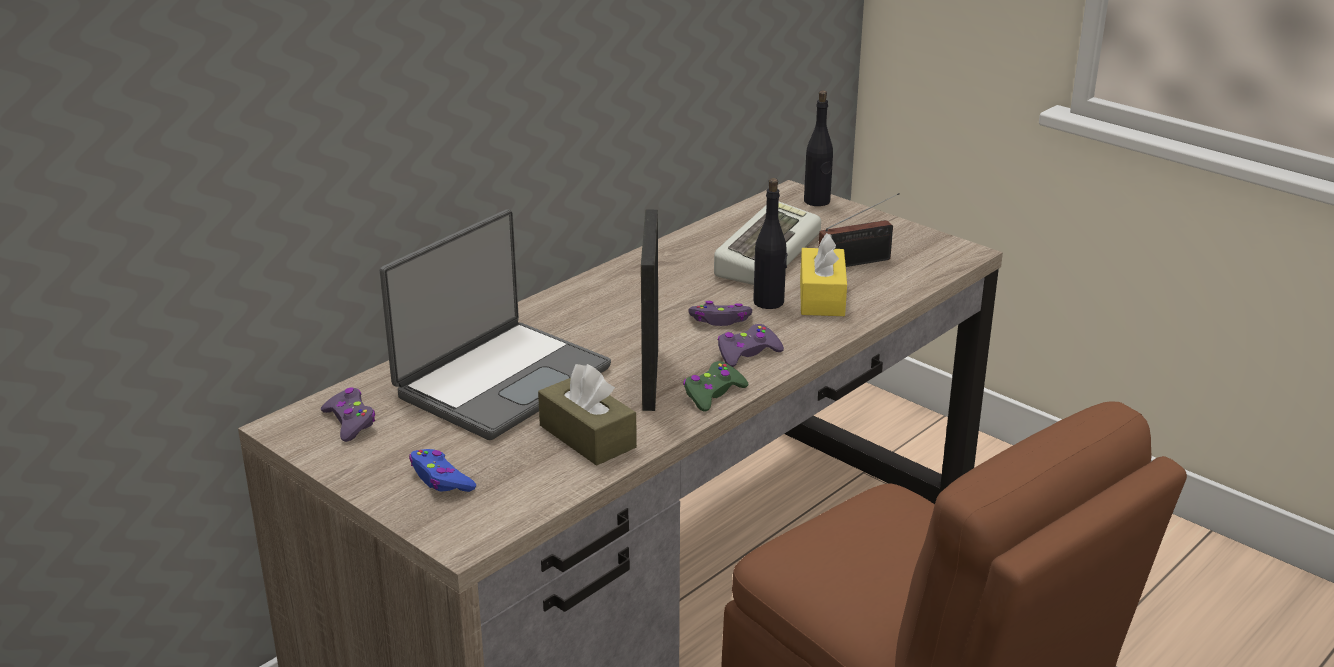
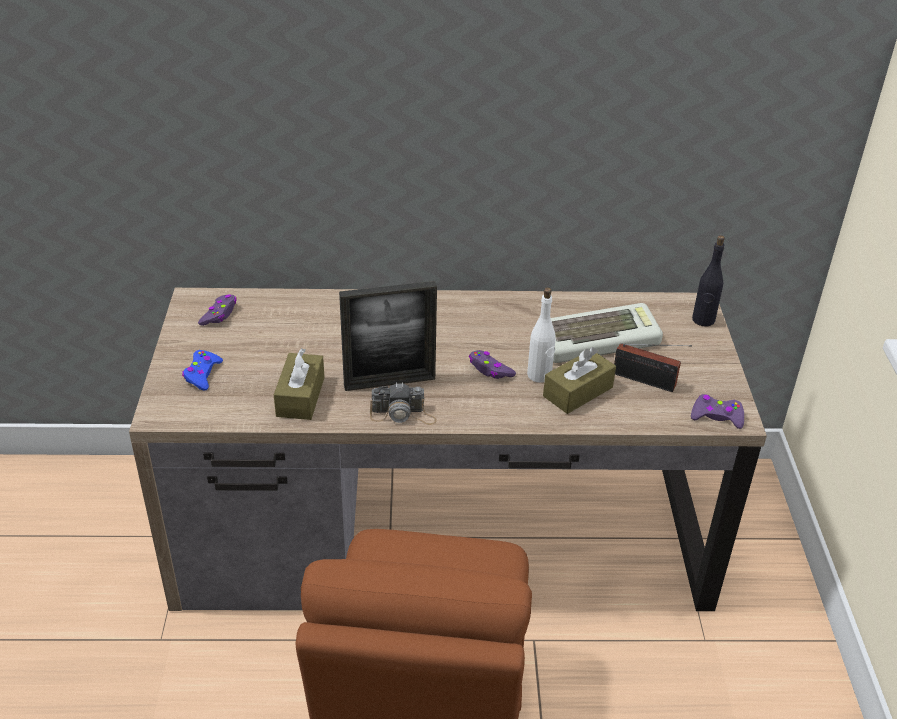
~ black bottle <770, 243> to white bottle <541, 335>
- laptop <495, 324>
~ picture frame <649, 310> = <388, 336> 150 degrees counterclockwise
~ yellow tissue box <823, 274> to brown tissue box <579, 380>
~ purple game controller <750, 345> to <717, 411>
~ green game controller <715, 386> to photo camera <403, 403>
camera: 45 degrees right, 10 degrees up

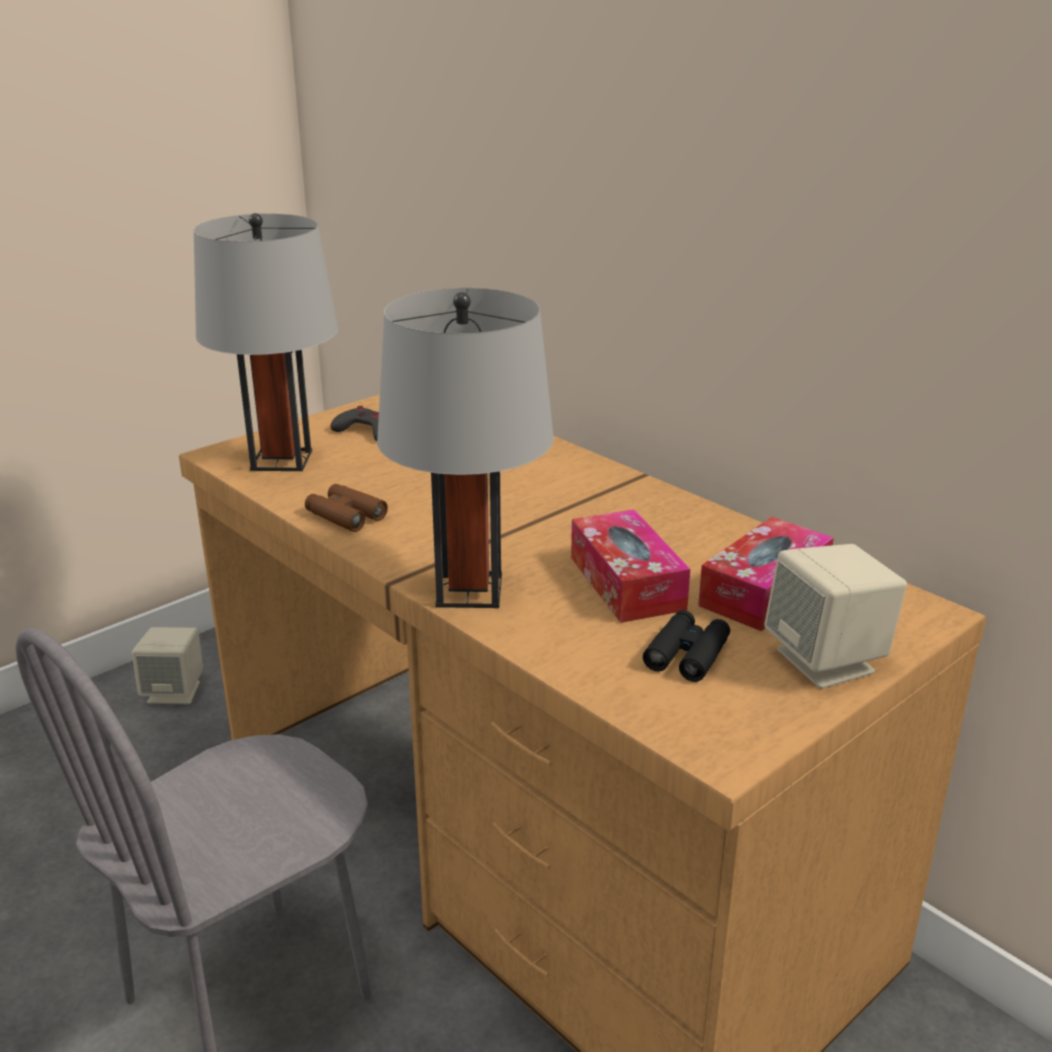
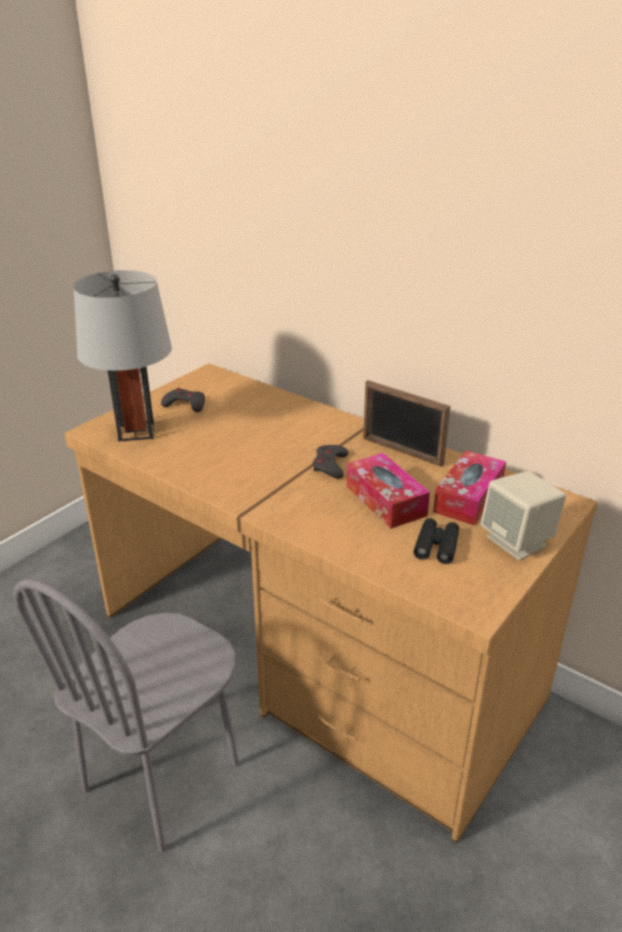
- grey table lamp <465, 448>
- brown binoculars <346, 508>
- beige speaker <167, 665>
+ picture frame <406, 423>
+ grey game controller <330, 462>
camera: 10 degrees left, 5 degrees up

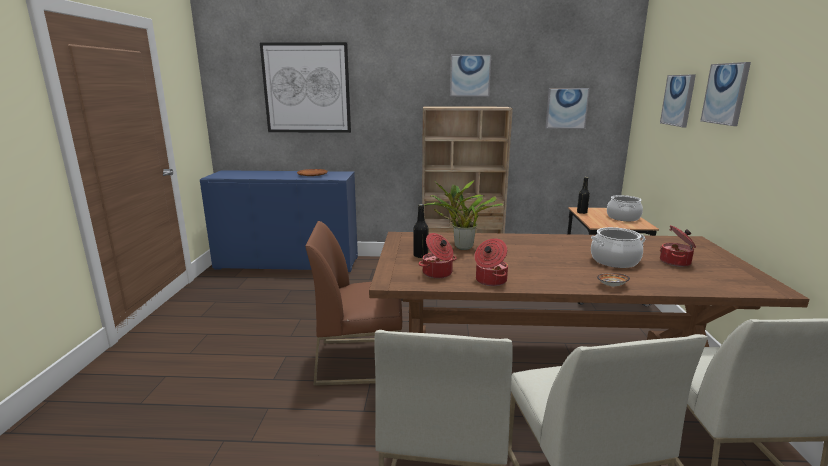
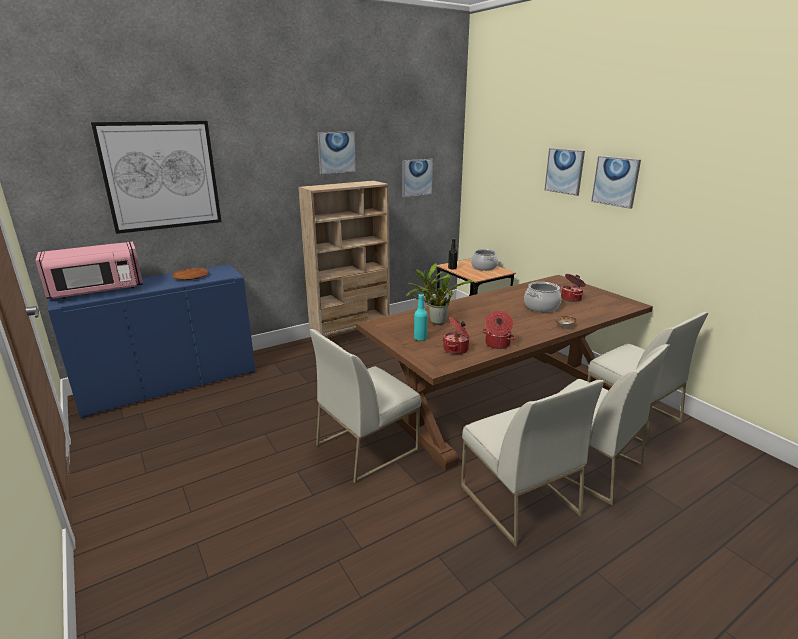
~ picture <678, 100> to <616, 182>
~ black bottle <420, 231> to turquoise bottle <421, 317>
~ brown chair <353, 303> to white chair <365, 406>
+ pink microwave <89, 270>
camera: 35 degrees left, 5 degrees up

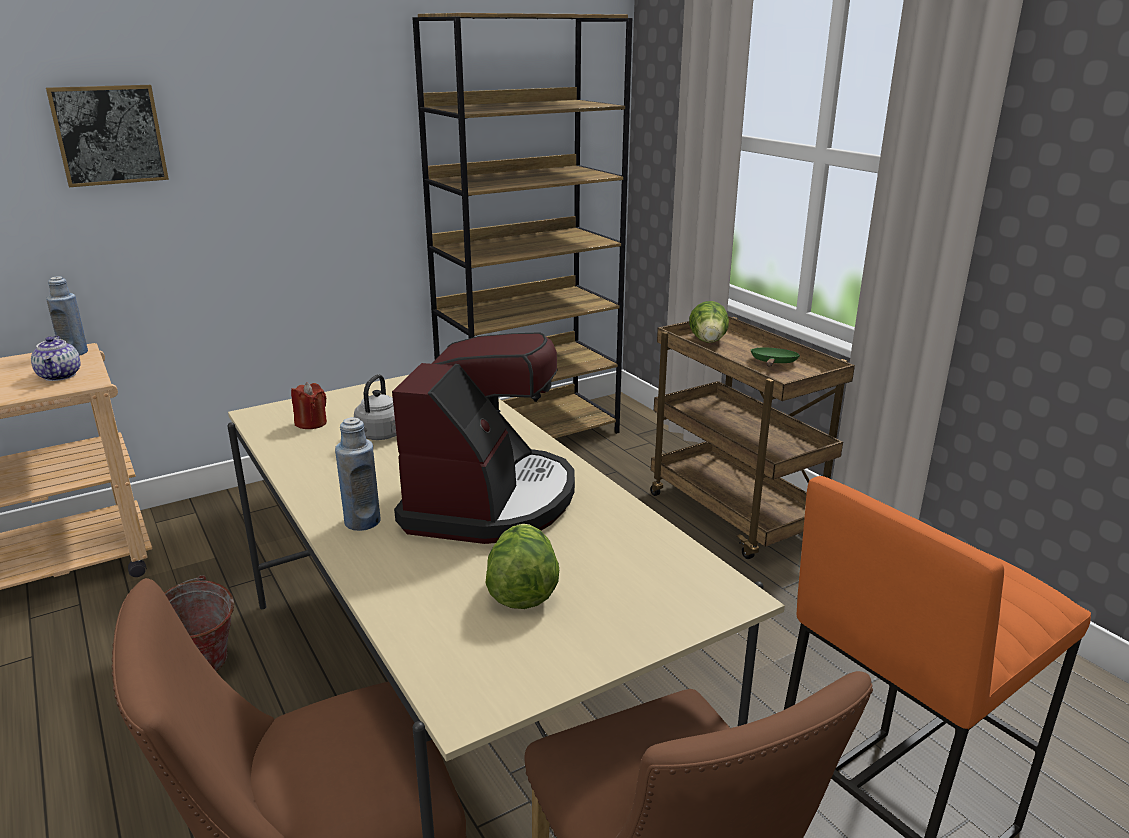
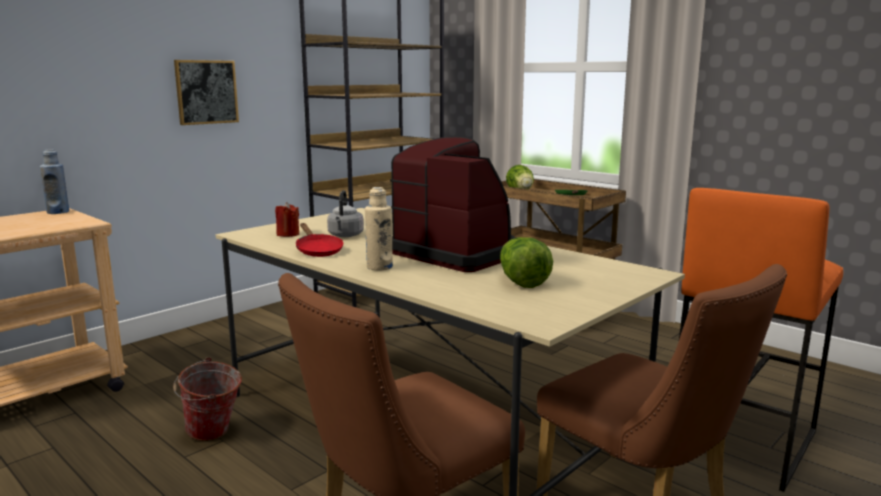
~ picture <107, 136> to <206, 92>
~ coffee machine <483, 438> = <453, 204> 45 degrees counterclockwise
- teapot <56, 358>
~ blue bottle <358, 474> to beige bottle <379, 229>
+ red frying pan <319, 240>
camera: 15 degrees left, 10 degrees down

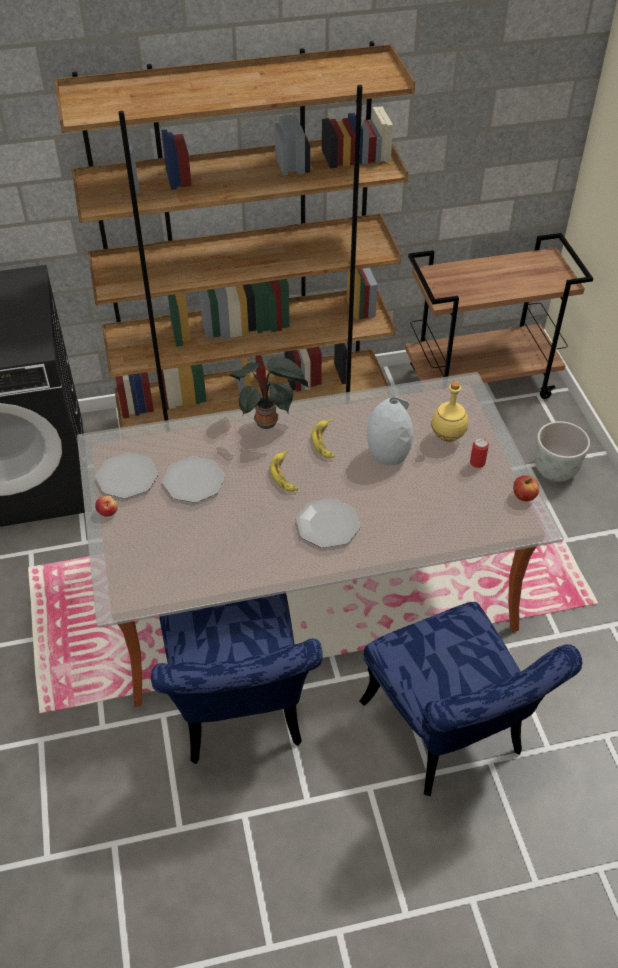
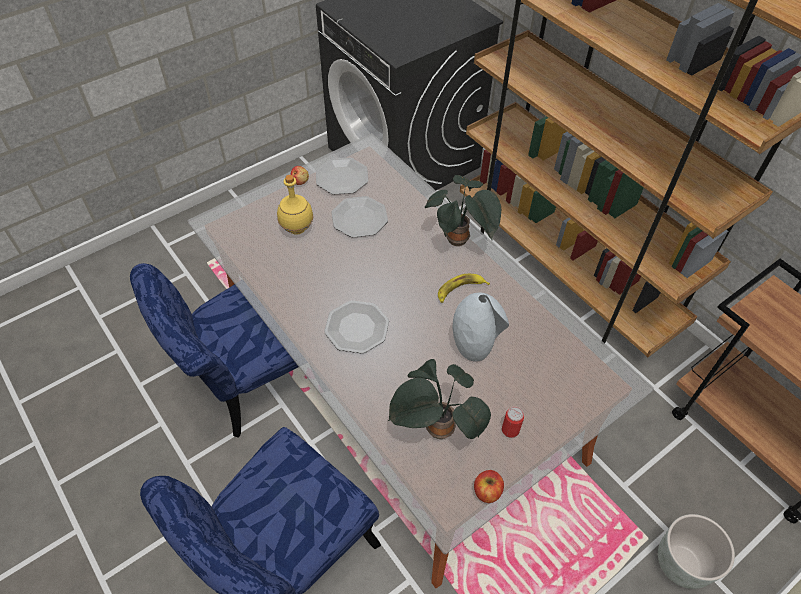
~ yellow bottle <449, 412> to <295, 205>
- banana <284, 470>
+ potted plant <439, 399>
camera: 65 degrees right, 5 degrees up

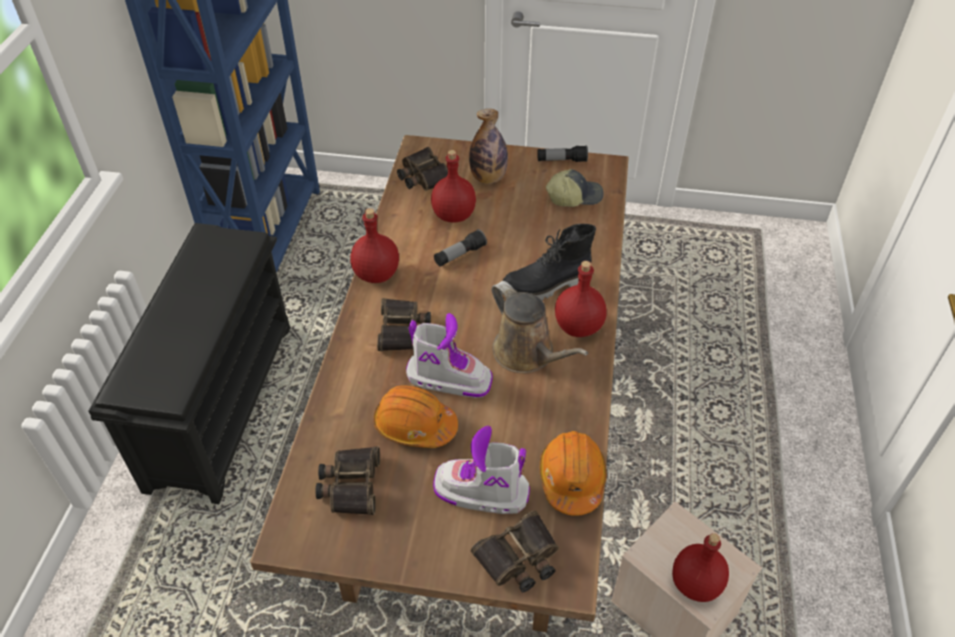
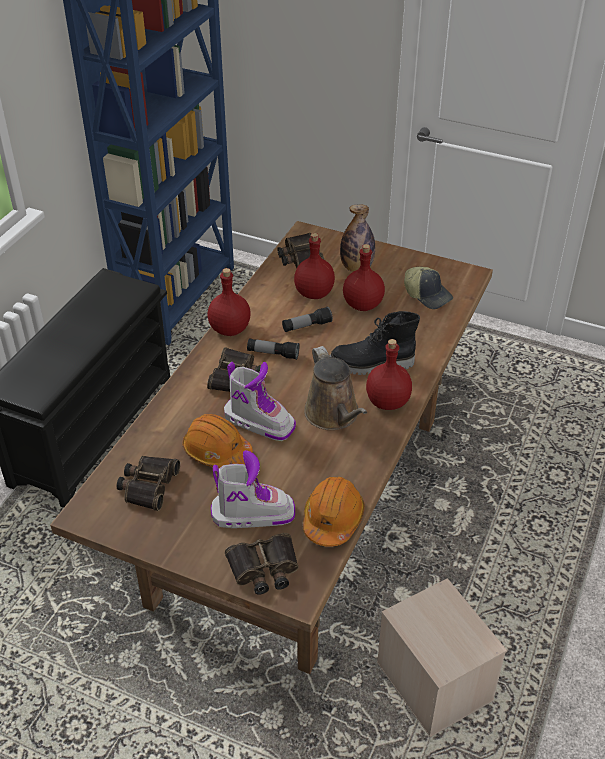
~ flashlight <562, 153> to <273, 349>
~ cap <575, 188> = <428, 288> 45 degrees clockwise
~ boot <481, 470> = <253, 489> 150 degrees clockwise
~ red bottle <700, 567> to <364, 277>
camera: 15 degrees right, 5 degrees down

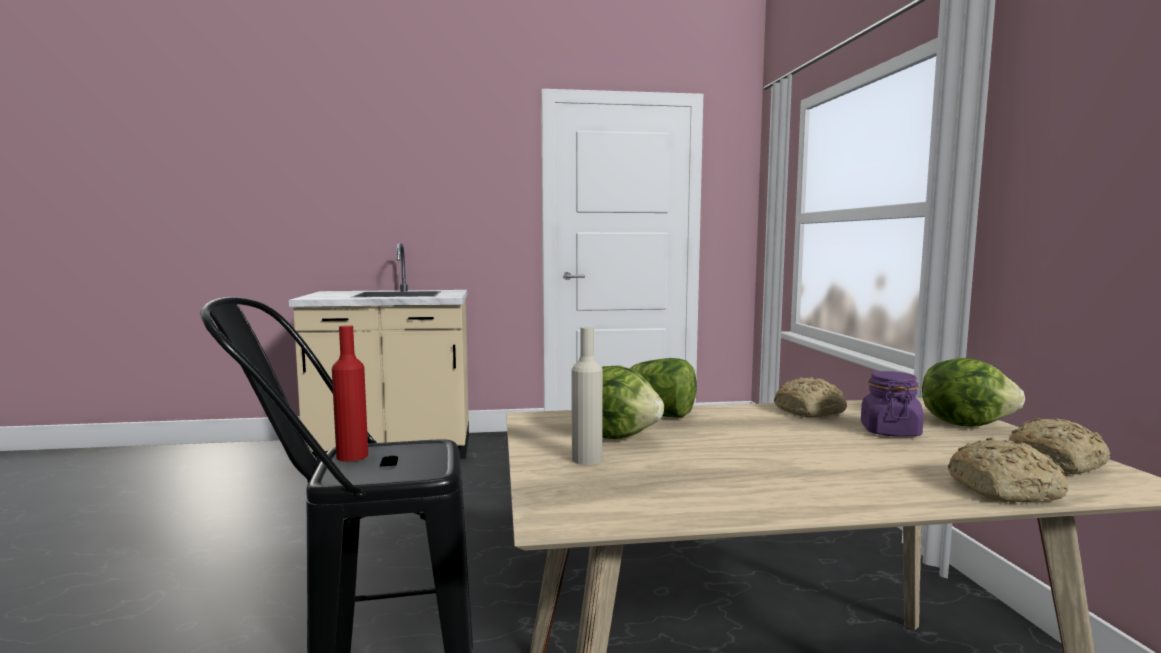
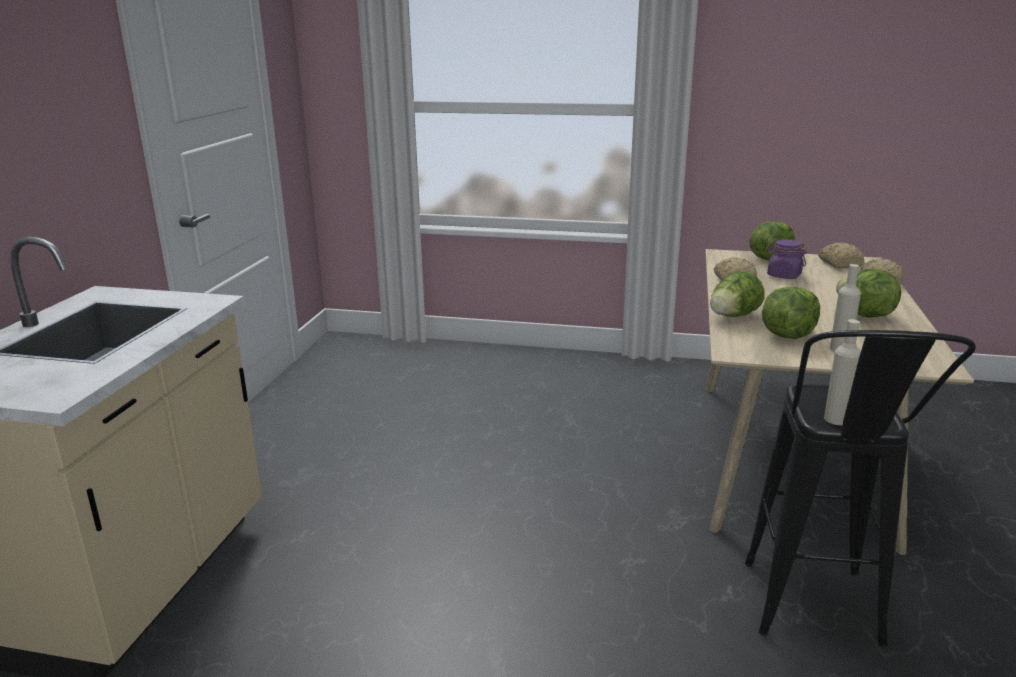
~ red bottle <350, 393> to beige bottle <842, 372>
+ lettuce <868, 293>
camera: 70 degrees left, 15 degrees up

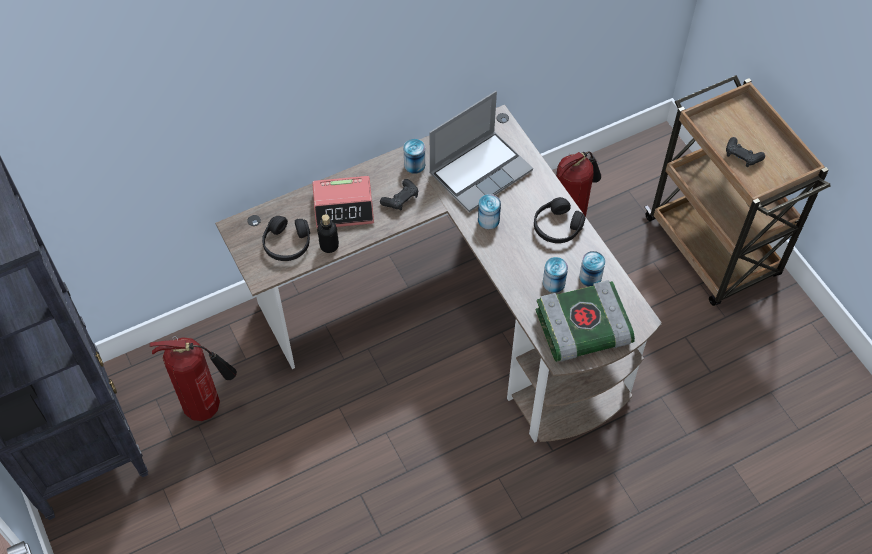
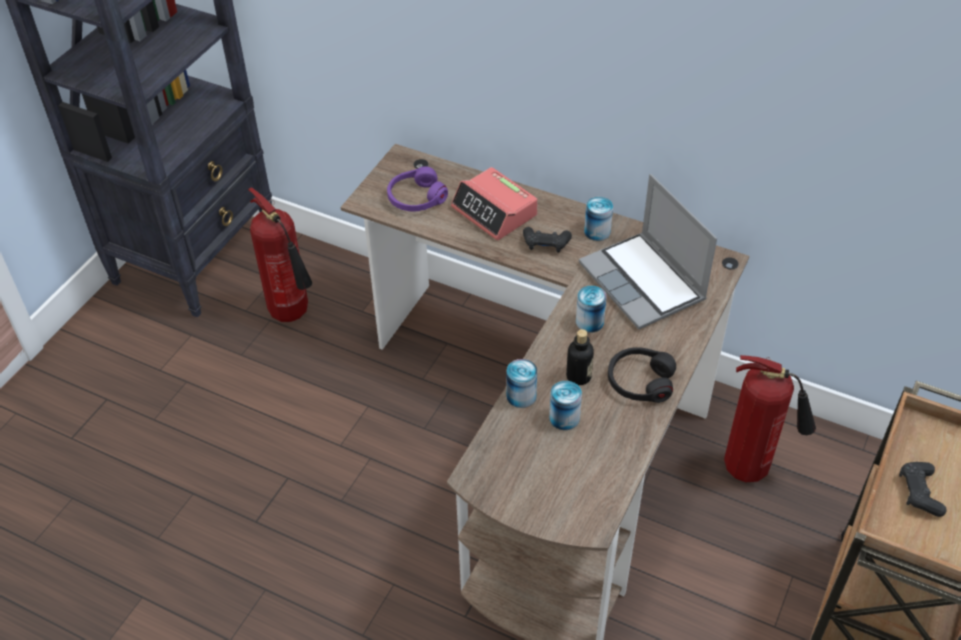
~ laptop <481, 151> = <648, 252> 45 degrees clockwise
~ bottle <328, 233> to <580, 357>
~ black headphones <286, 238> to purple headphones <417, 189>
~ can <592, 269> to <521, 383>
- book <585, 321>
camera: 55 degrees right, 10 degrees down

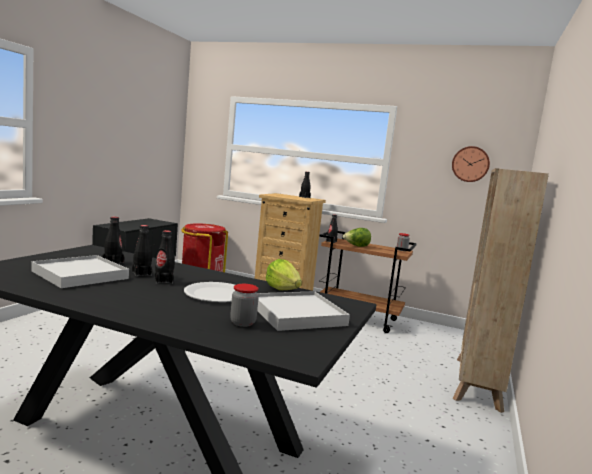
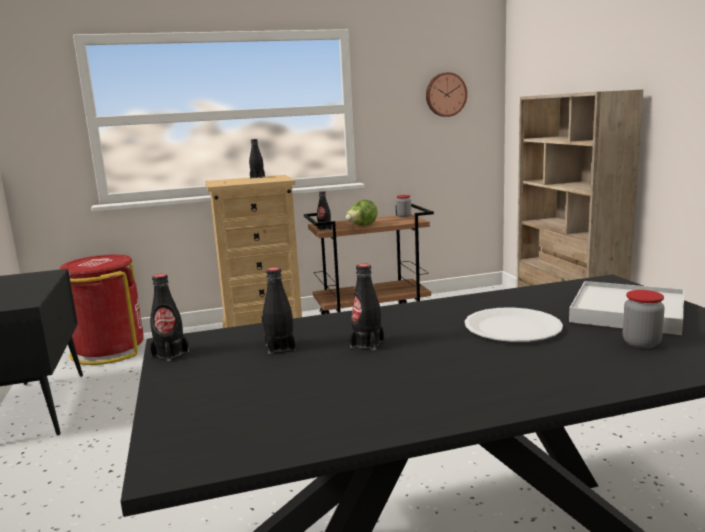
~ black bottle <165, 257> to <169, 317>
- white tray <80, 271>
- lettuce <284, 274>
camera: 35 degrees left, 5 degrees up

